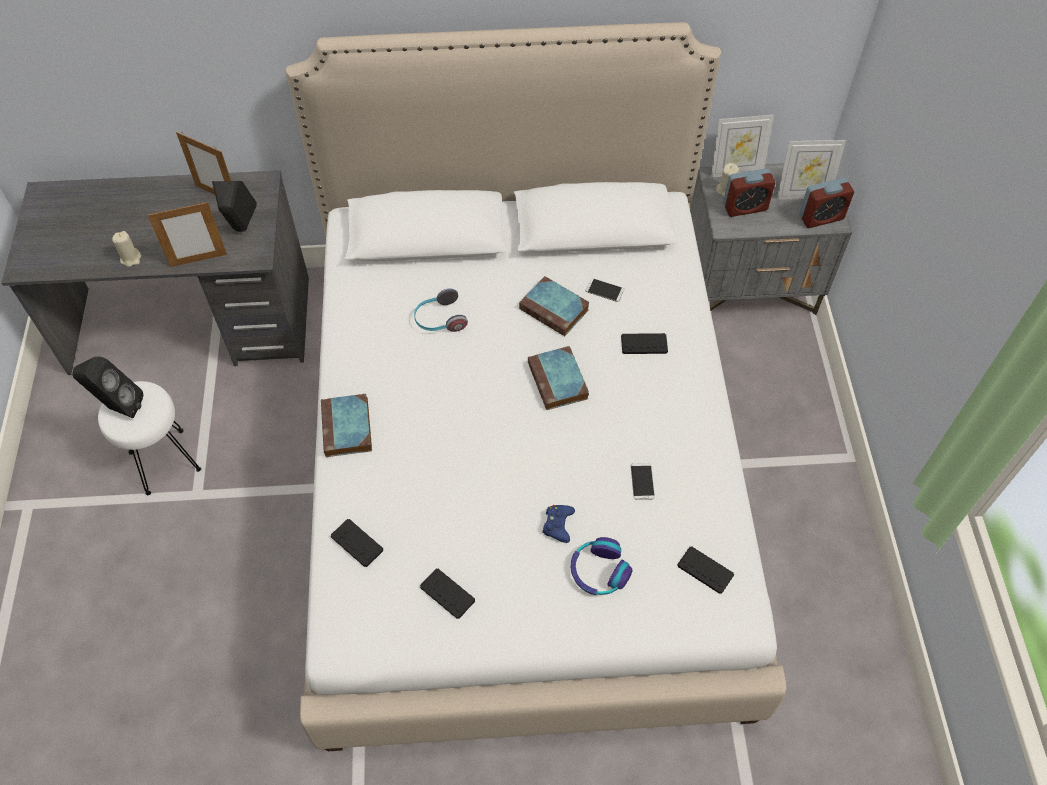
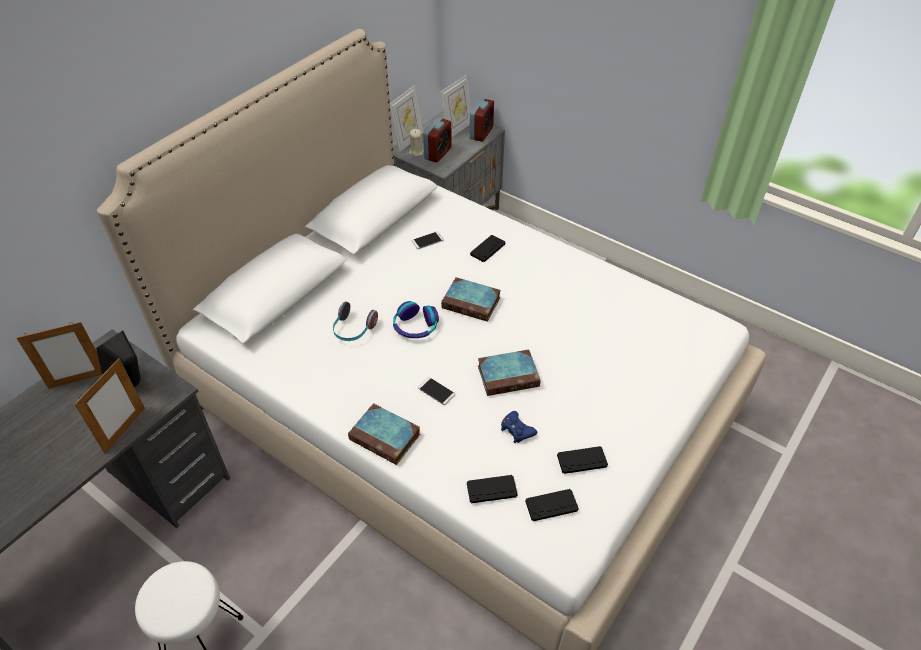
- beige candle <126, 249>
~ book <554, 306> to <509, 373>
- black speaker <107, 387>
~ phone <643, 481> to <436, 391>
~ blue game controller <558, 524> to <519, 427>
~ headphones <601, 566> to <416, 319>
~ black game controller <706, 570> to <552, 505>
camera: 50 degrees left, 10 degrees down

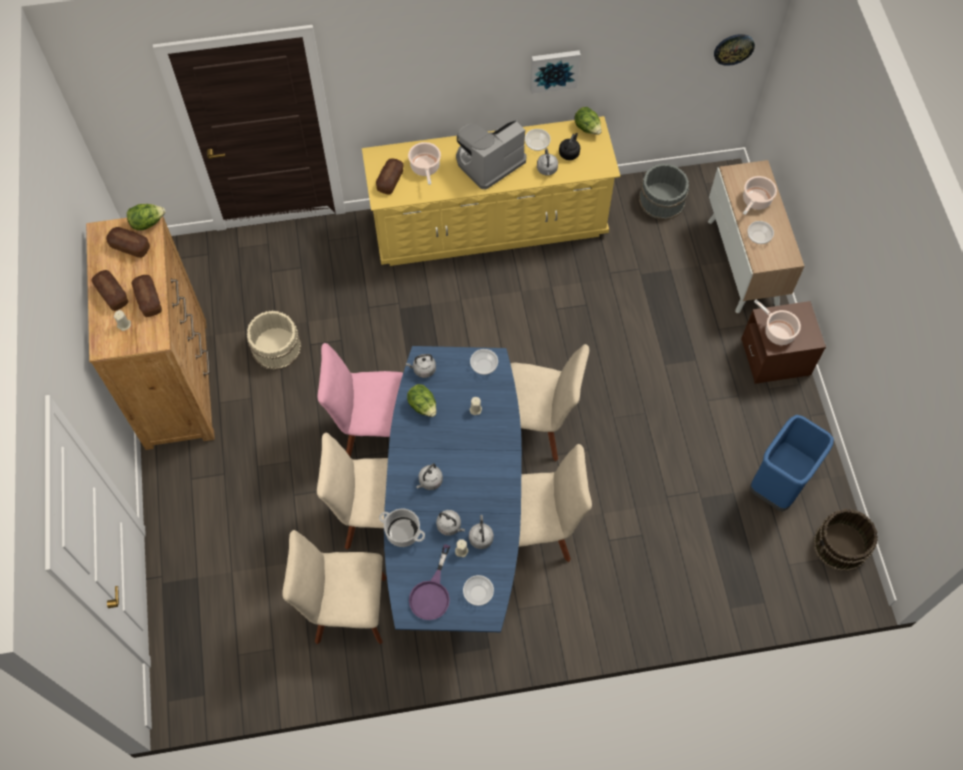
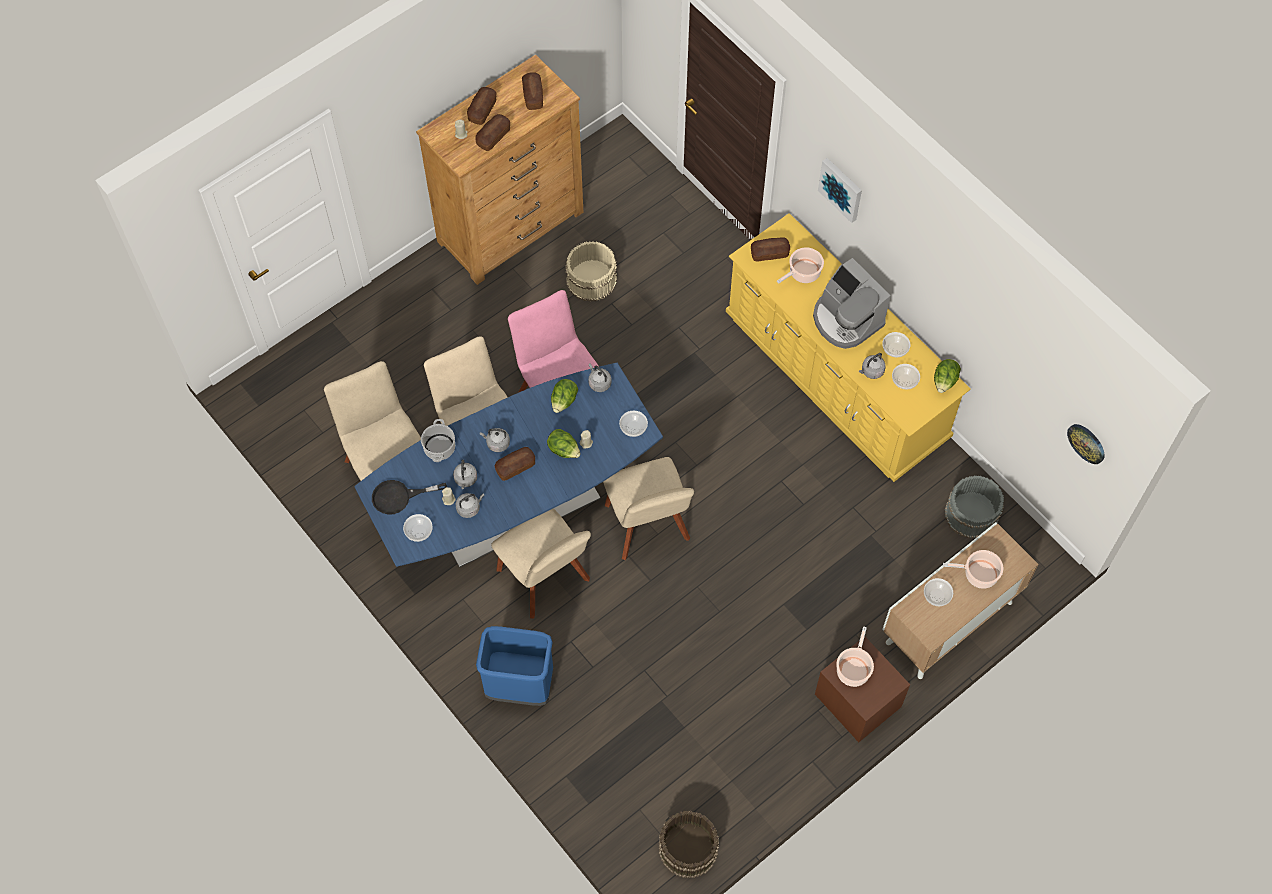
~ picture <555, 72> to <840, 190>
~ coffee machine <491, 154> = <852, 303> 150 degrees counterclockwise
~ black kettle <569, 146> to bowl <906, 376>
~ lettuce <146, 217> to <563, 443>
~ blue trash can <792, 463> to <515, 666>
~ purple frying pan <429, 582> to black frying pan <409, 497>
+ bread <515, 464>
camera: 60 degrees right, 0 degrees up

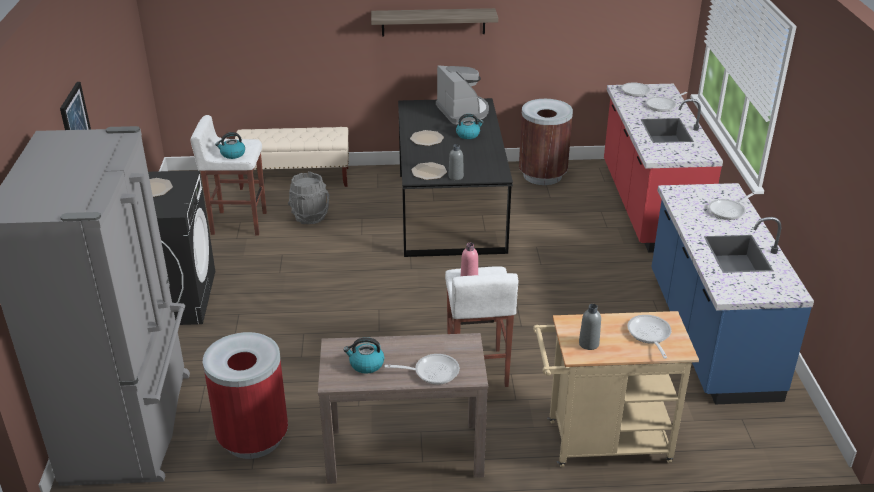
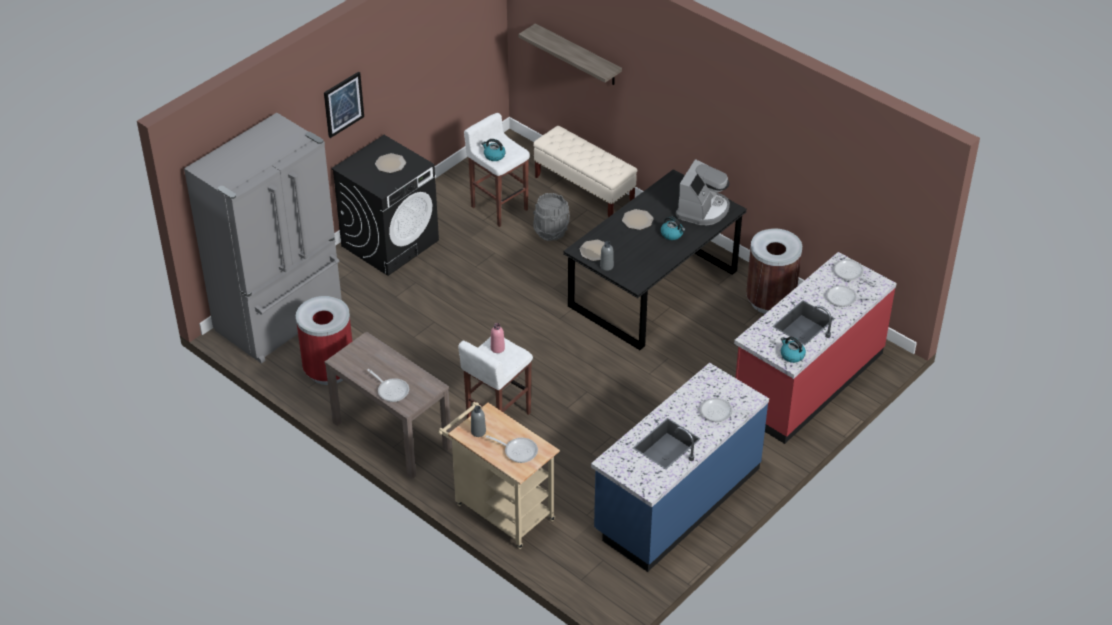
~ shelf <434, 22> to <570, 54>
~ frying pan <649, 337> = <512, 449> 75 degrees clockwise
~ kettle <363, 355> to <793, 350>
camera: 45 degrees right, 10 degrees up

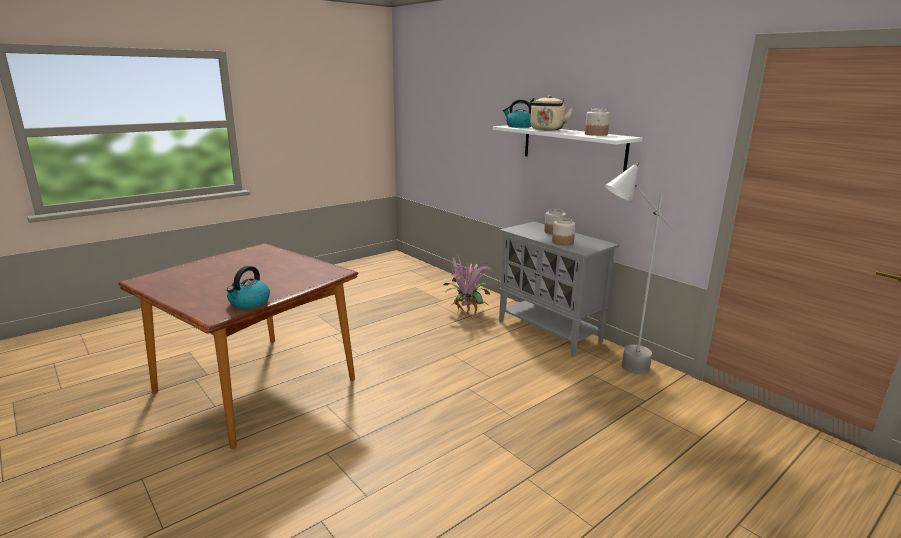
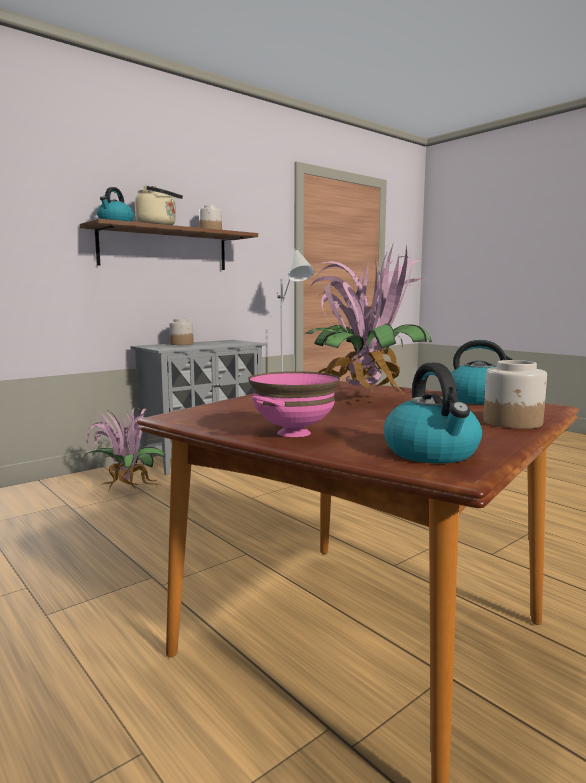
~ white shelf <567, 148> to brown shelf <169, 244>
~ jar <564, 231> to <515, 394>
+ potted plant <368, 318>
+ kettle <433, 413>
+ pink bowl <294, 404>
camera: 90 degrees left, 10 degrees down

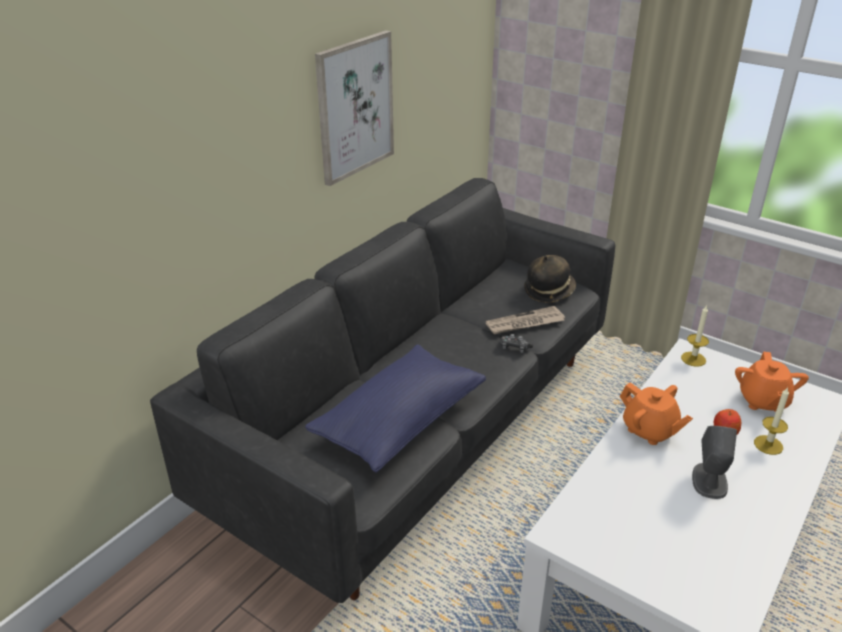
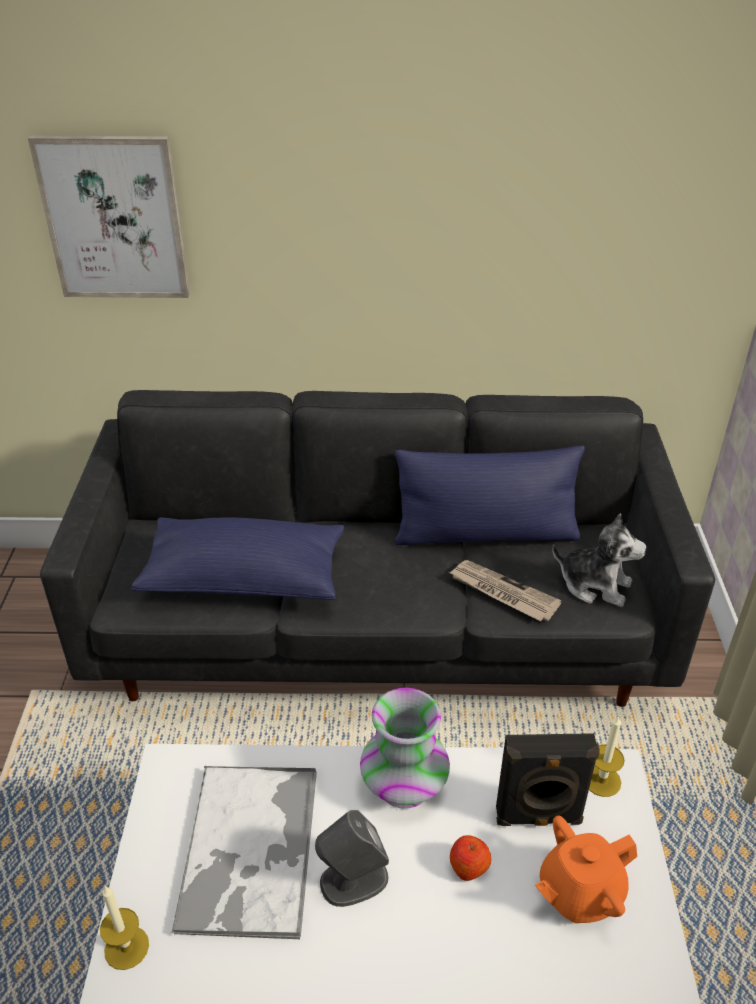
~ picture <354, 108> to <109, 216>
~ hat <550, 279> to plush toy <599, 560>
- game controller <517, 343>
~ orange teapot <656, 413> to vase <405, 748>
~ candle <771, 421> to <124, 928>
+ blue pillow <490, 495>
+ black speaker <548, 779>
+ tray <244, 852>
camera: 55 degrees right, 5 degrees up

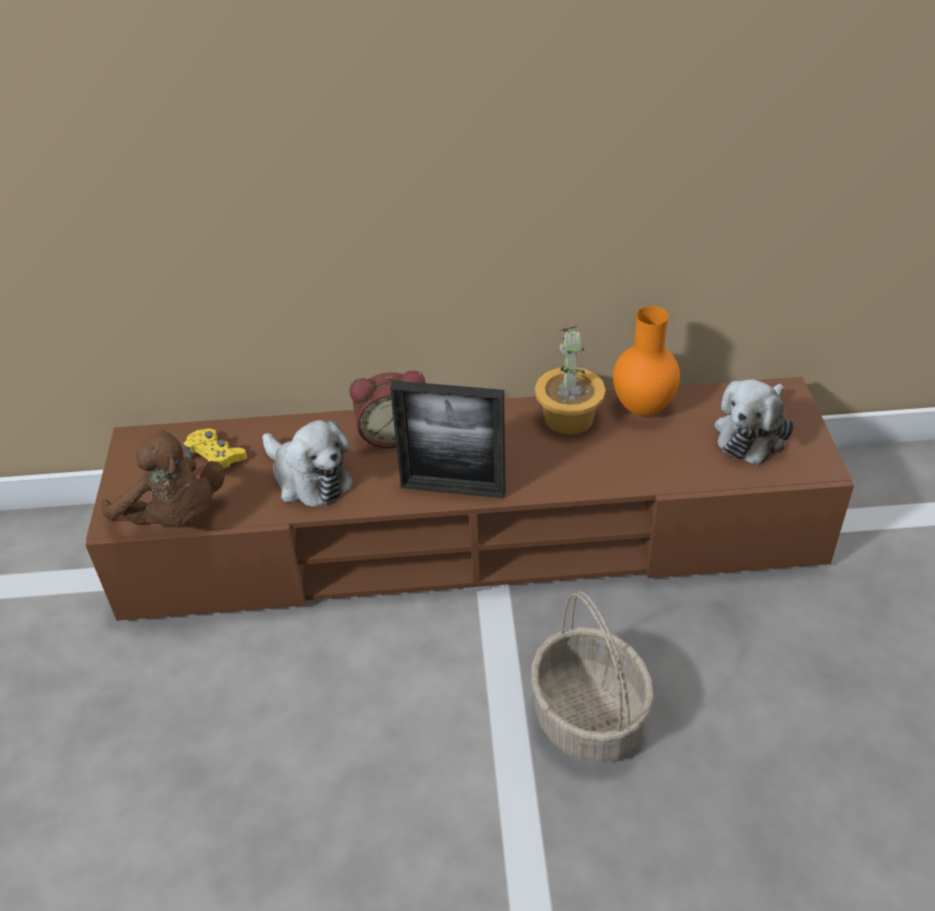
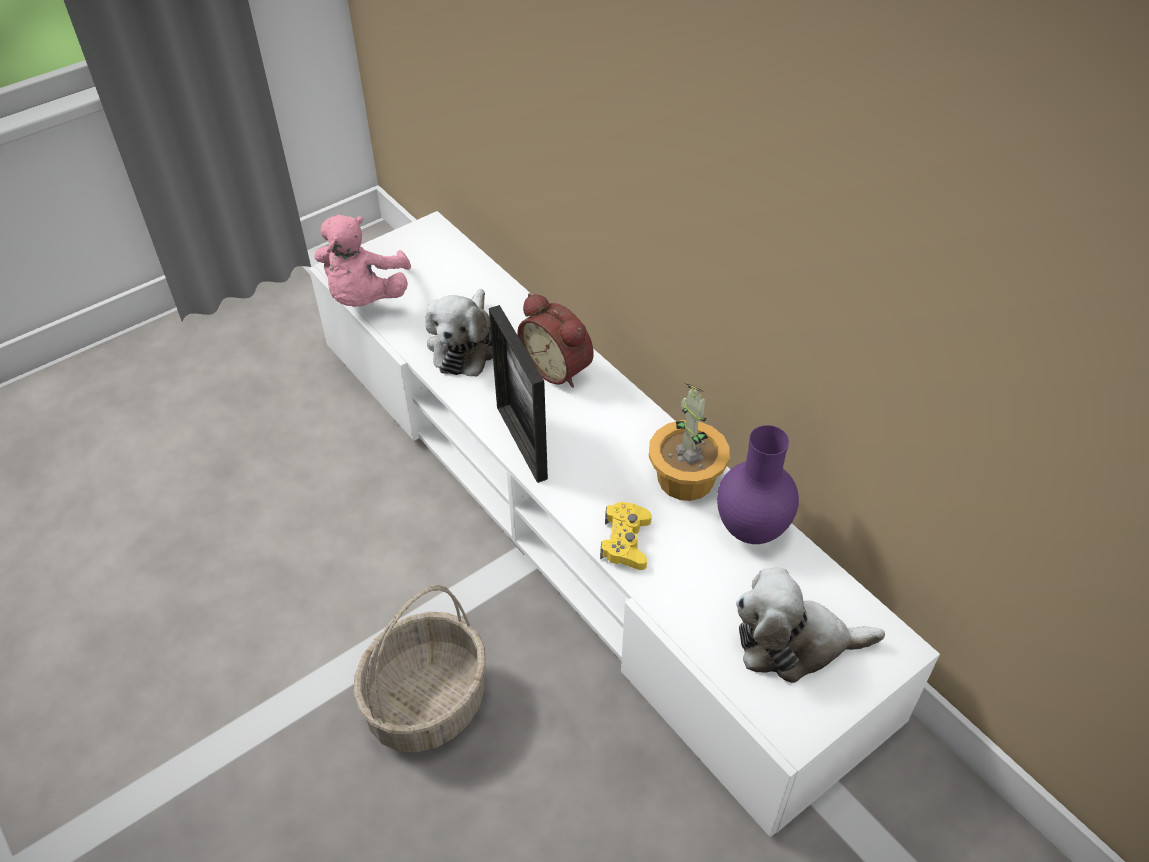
~ orange vase <646, 361> to purple vase <758, 484>
~ brown tv stand <469, 498> to white tv stand <624, 524>
~ yellow game controller <215, 448> to <626, 536>
~ brown plush toy <163, 478> to pink plush toy <363, 261>
camera: 55 degrees right, 5 degrees up

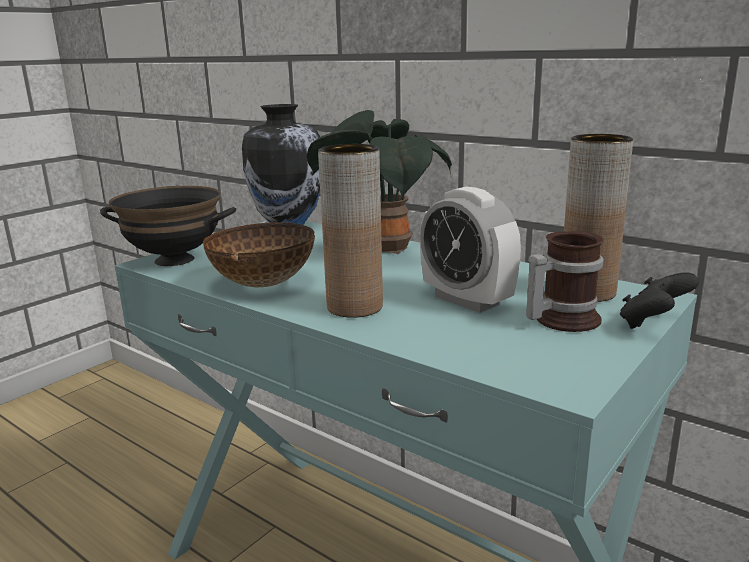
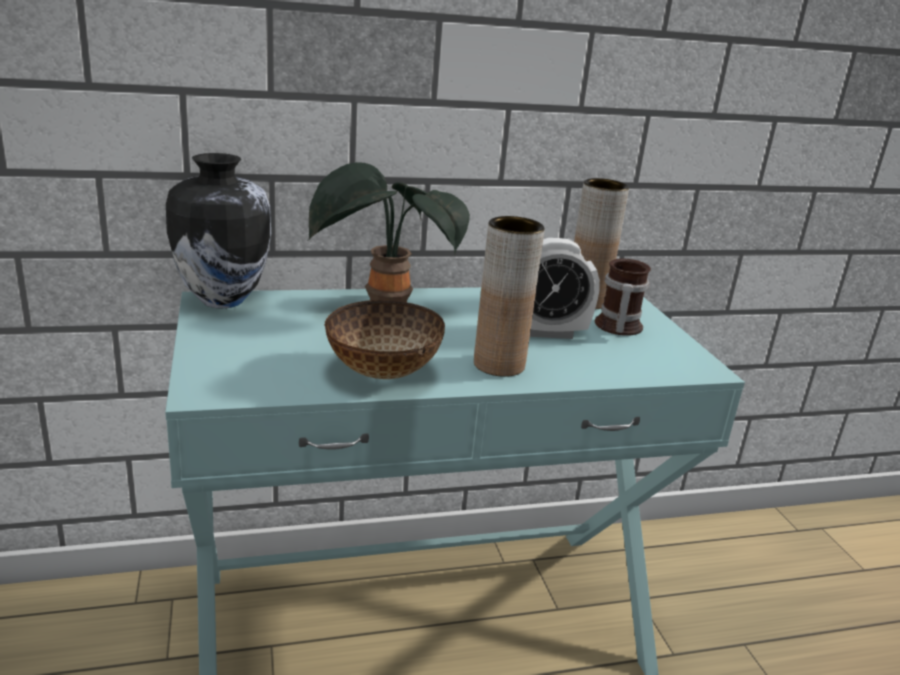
- black bowl <168, 226>
- black game controller <659, 300>
camera: 55 degrees left, 5 degrees up

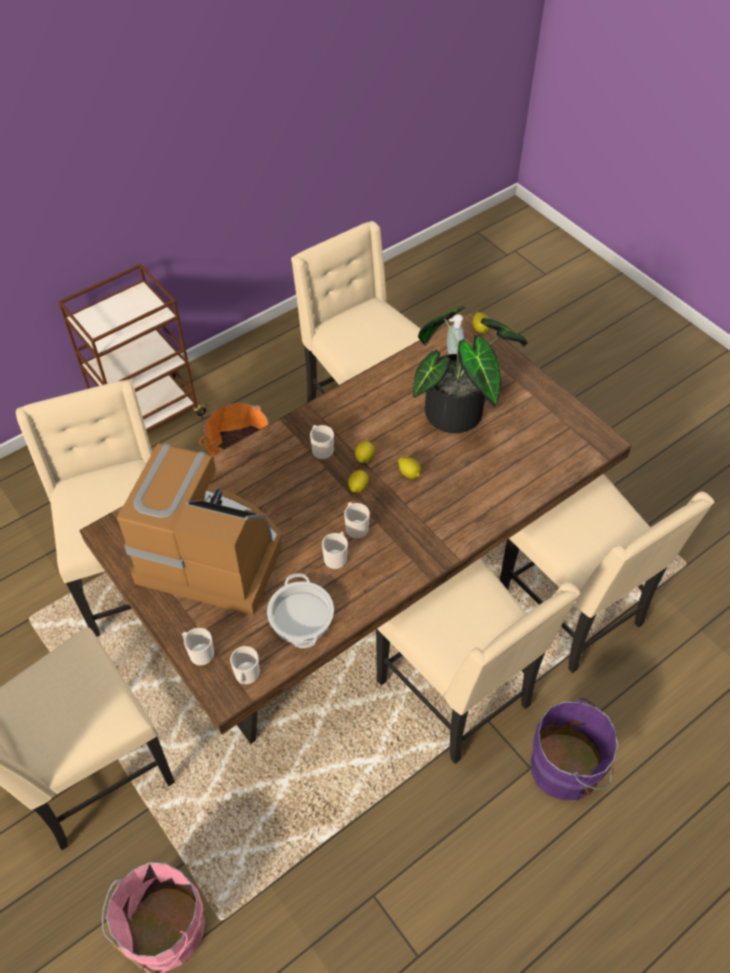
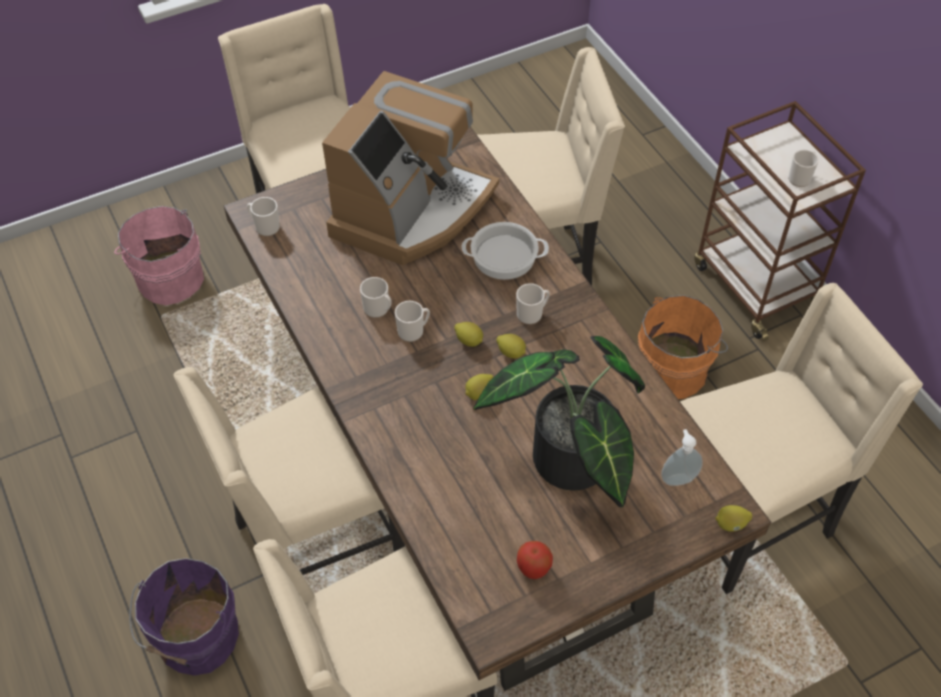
~ cooking pot <300, 610> to <505, 251>
~ mug <198, 647> to <803, 168>
+ apple <535, 560>
camera: 100 degrees right, 0 degrees up

